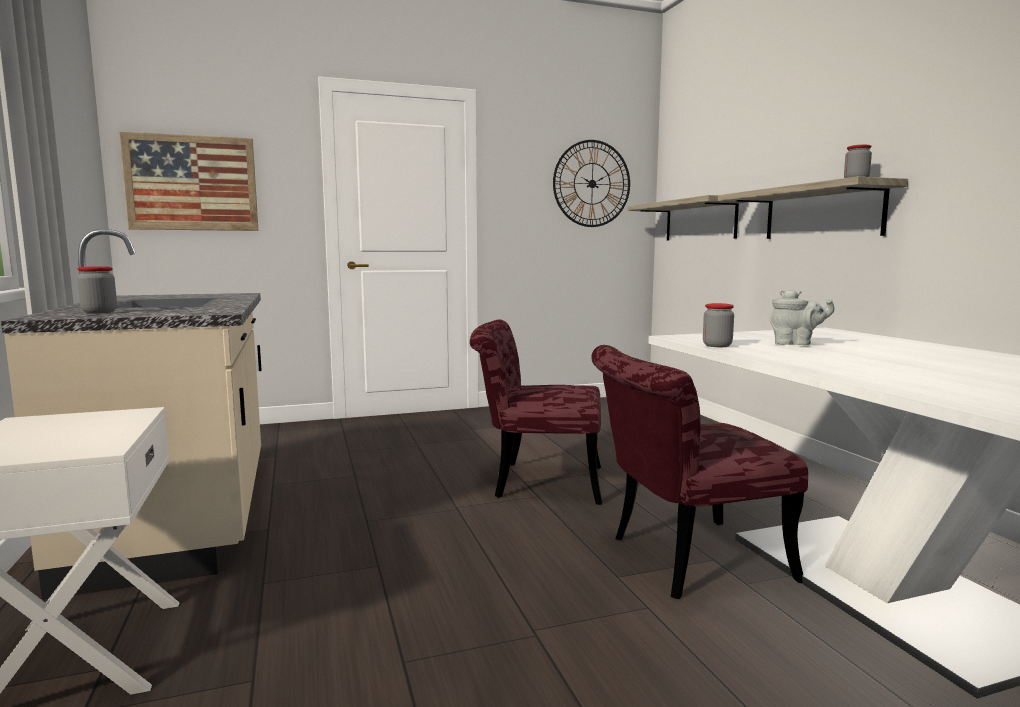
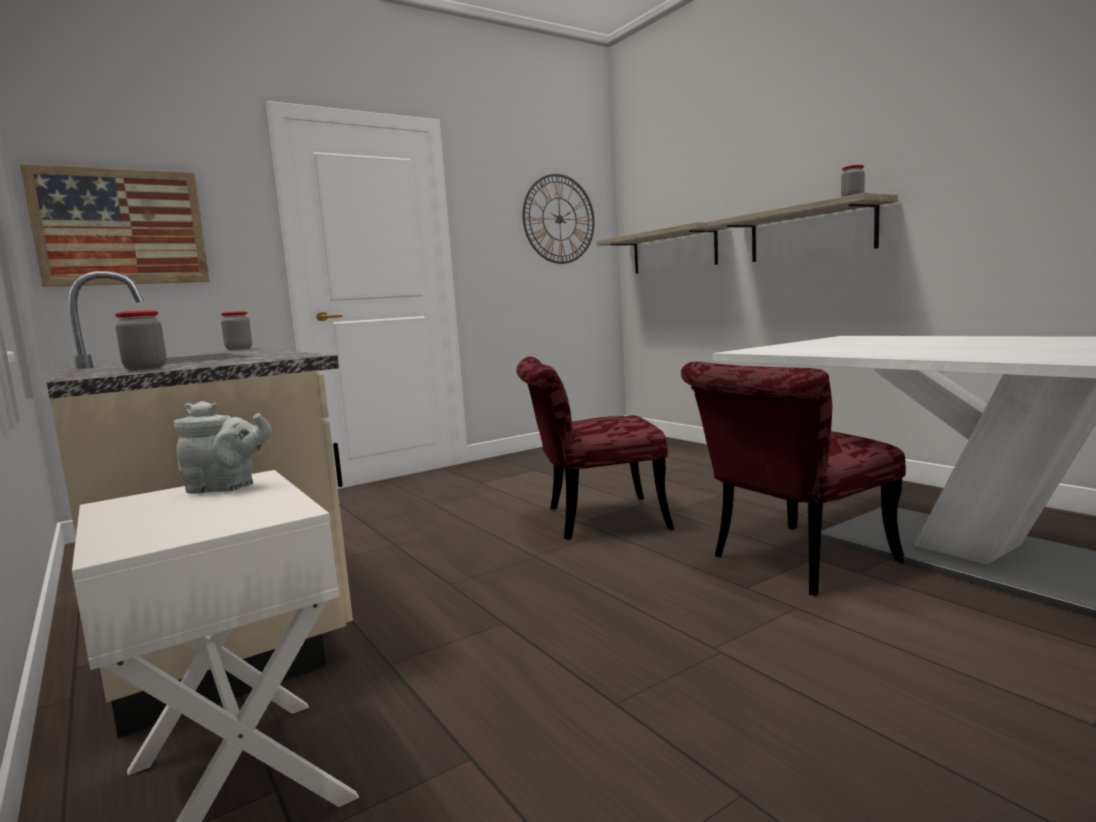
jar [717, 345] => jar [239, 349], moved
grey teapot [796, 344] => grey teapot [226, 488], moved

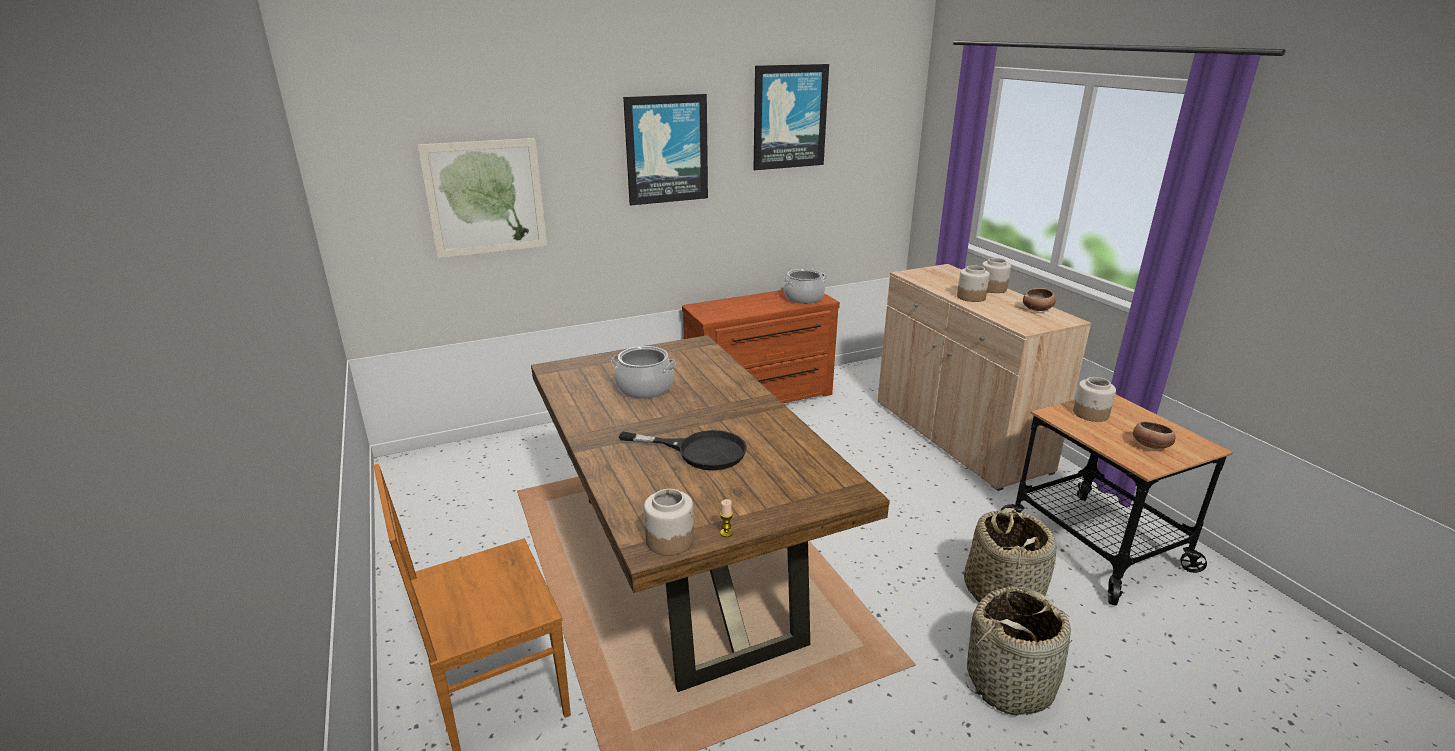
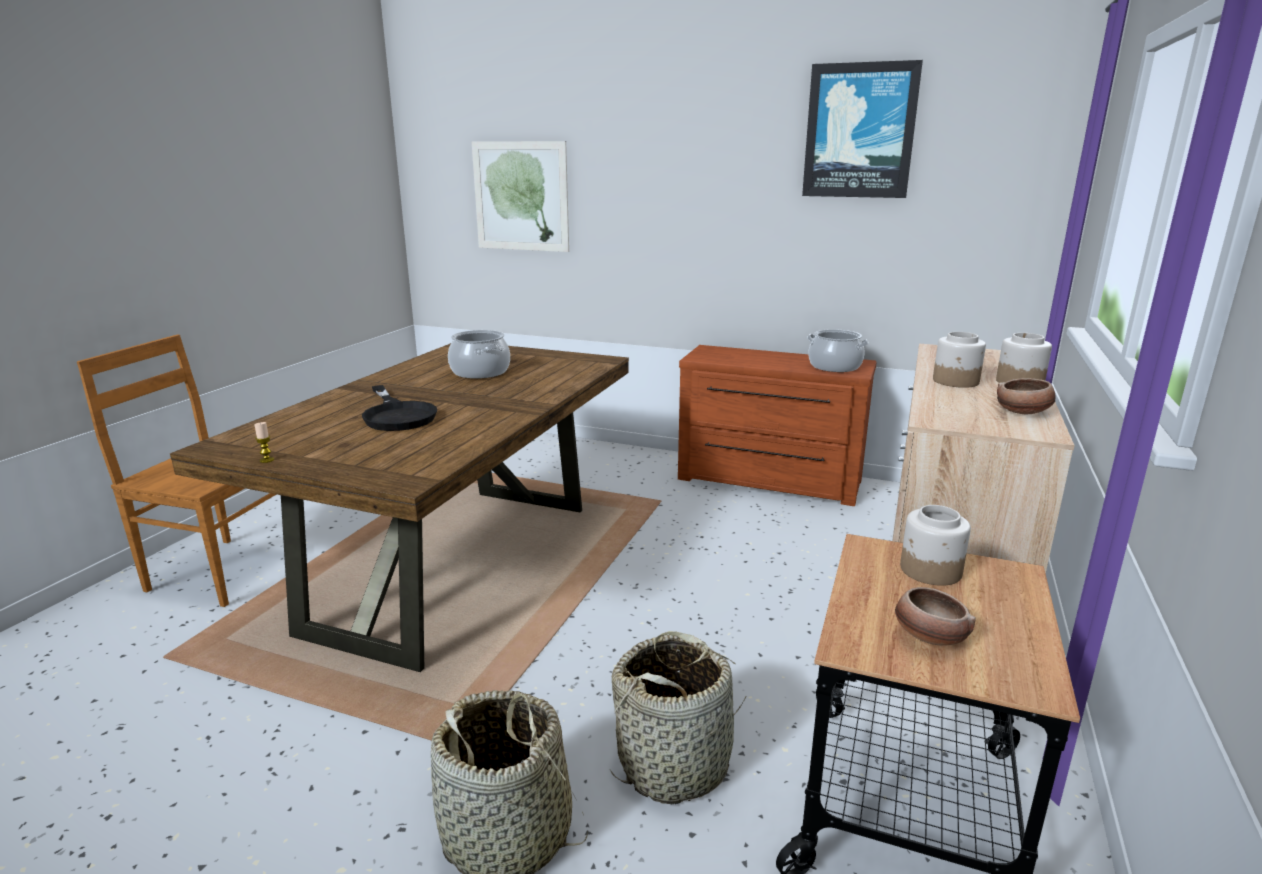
picture [666, 149] => nothing
jar [669, 540] => nothing

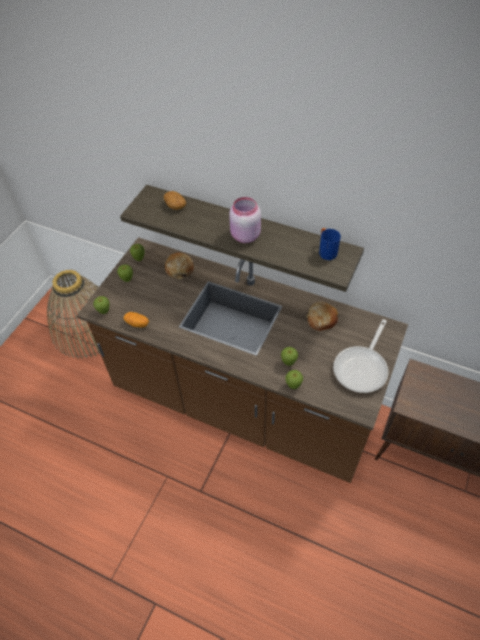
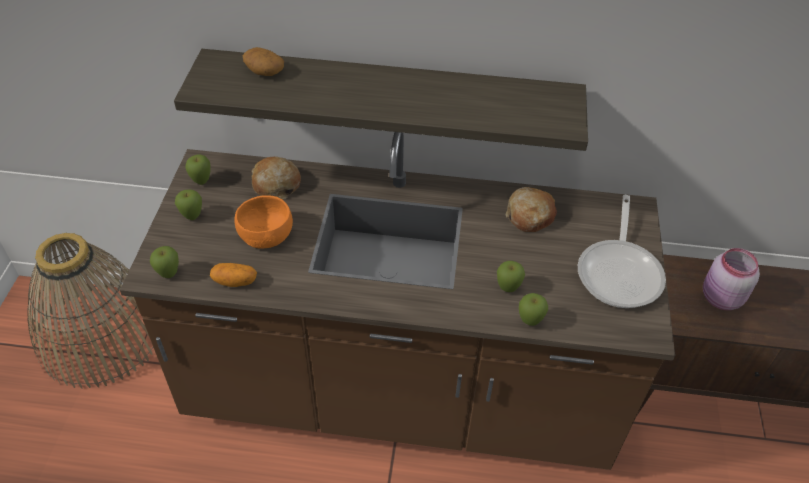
blue mug [326, 251] => nothing
nothing => orange bowl [266, 235]
pink jar [244, 236] => pink jar [720, 298], moved

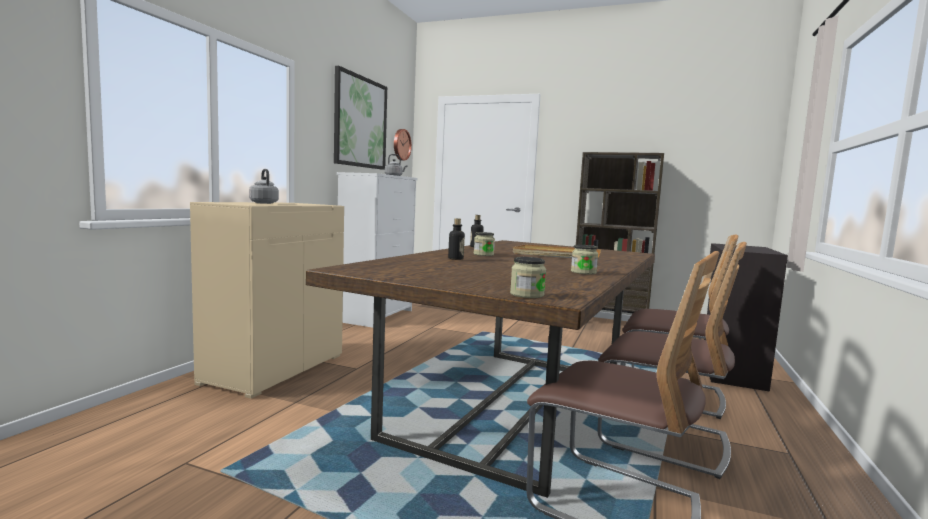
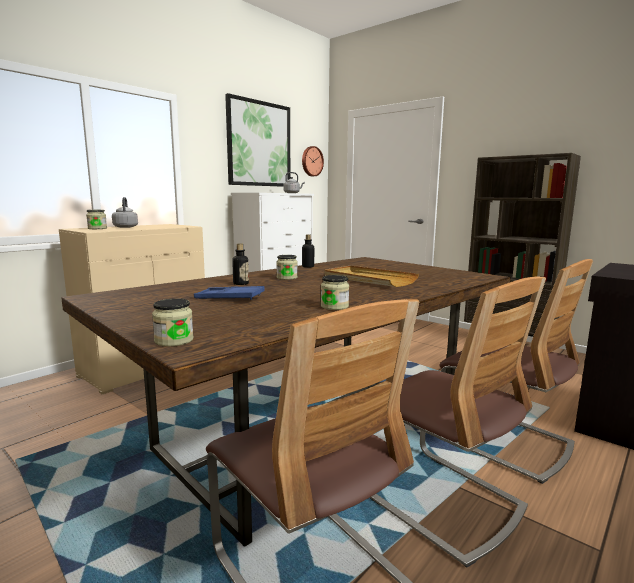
nothing => jar [97, 228]
nothing => blue tray [229, 298]

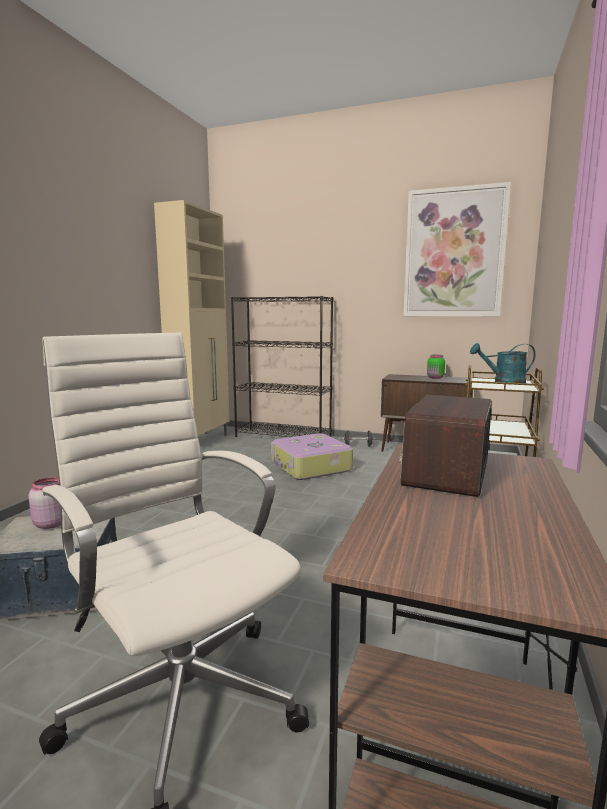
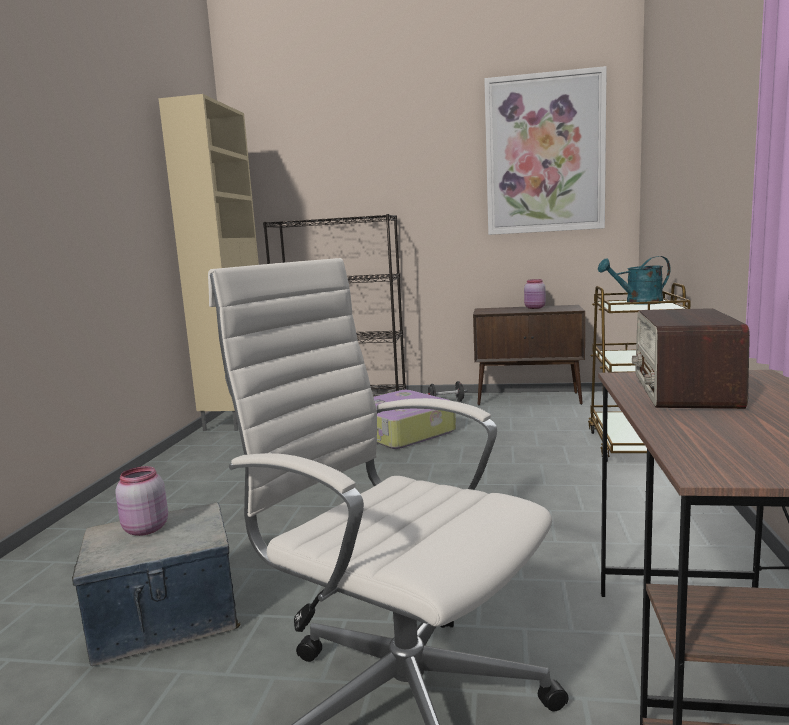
green jar [435, 377] => pink jar [535, 308]

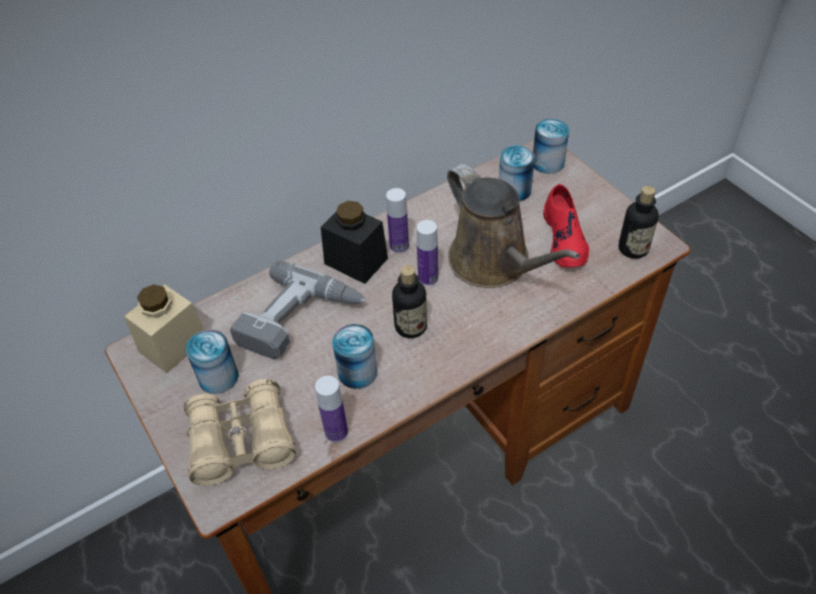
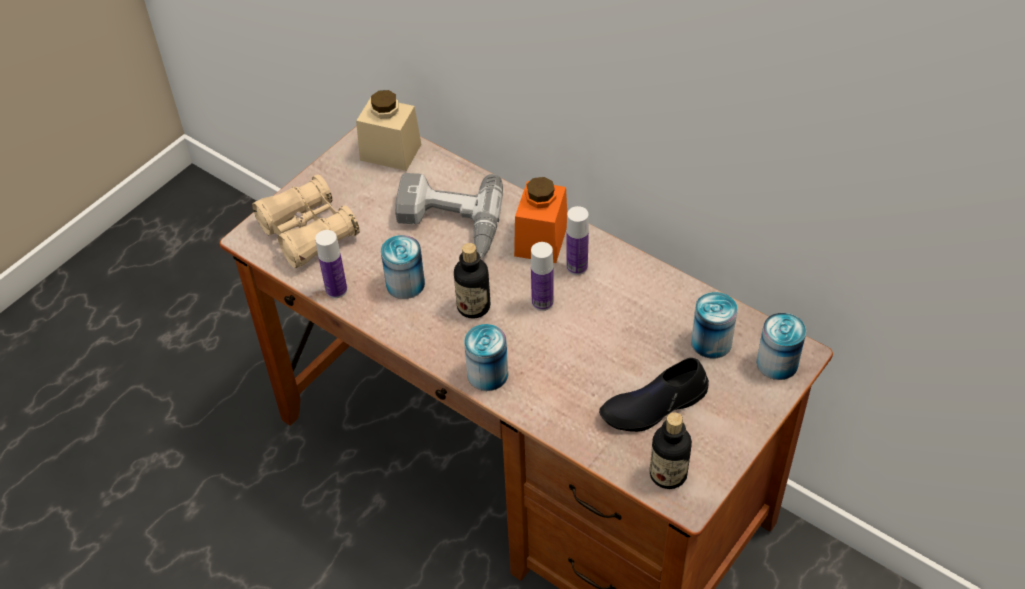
brown watering can [494, 263] => nothing
can [218, 377] => can [487, 374], moved
black jar [356, 261] => orange jar [541, 240]
red shoe [564, 239] => black shoe [654, 405]

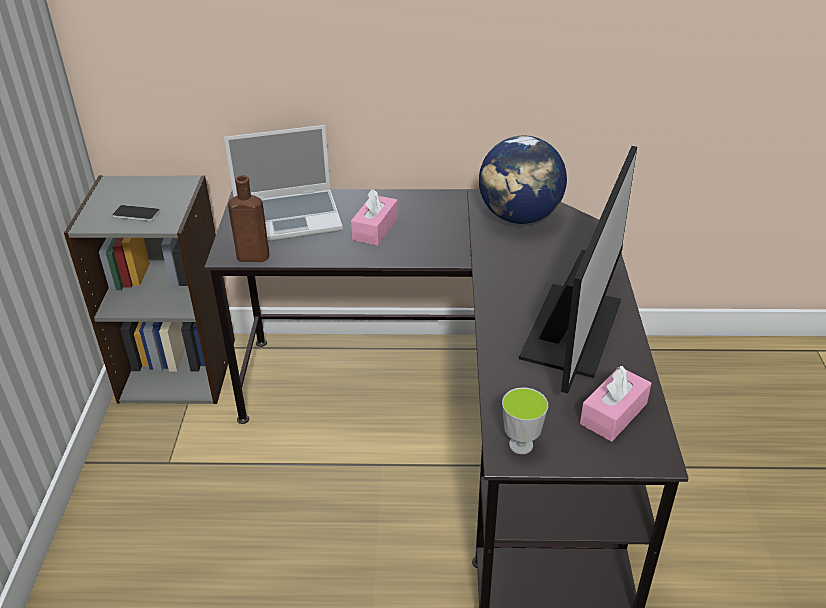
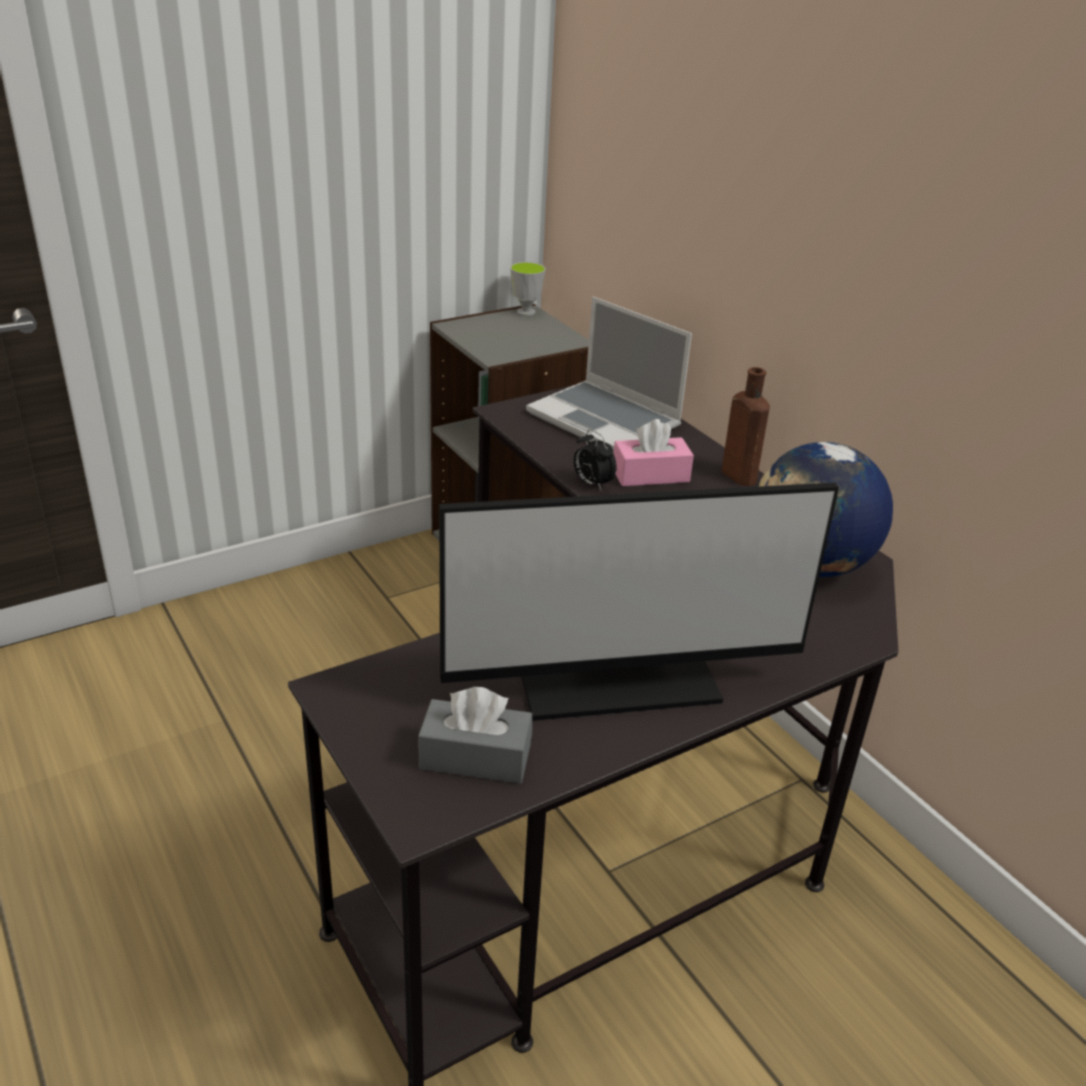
phone [136, 214] => nothing
nothing => alarm clock [591, 484]
brown bottle [250, 257] => brown bottle [737, 474], moved
cup [521, 445] => cup [526, 312], moved
pink tissue box [613, 414] => grey tissue box [475, 757]

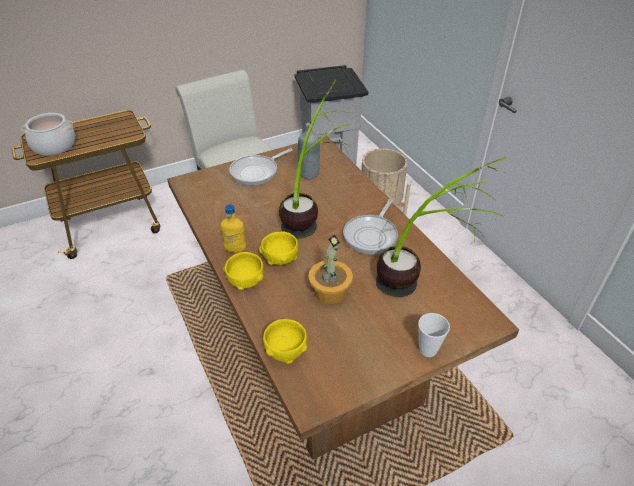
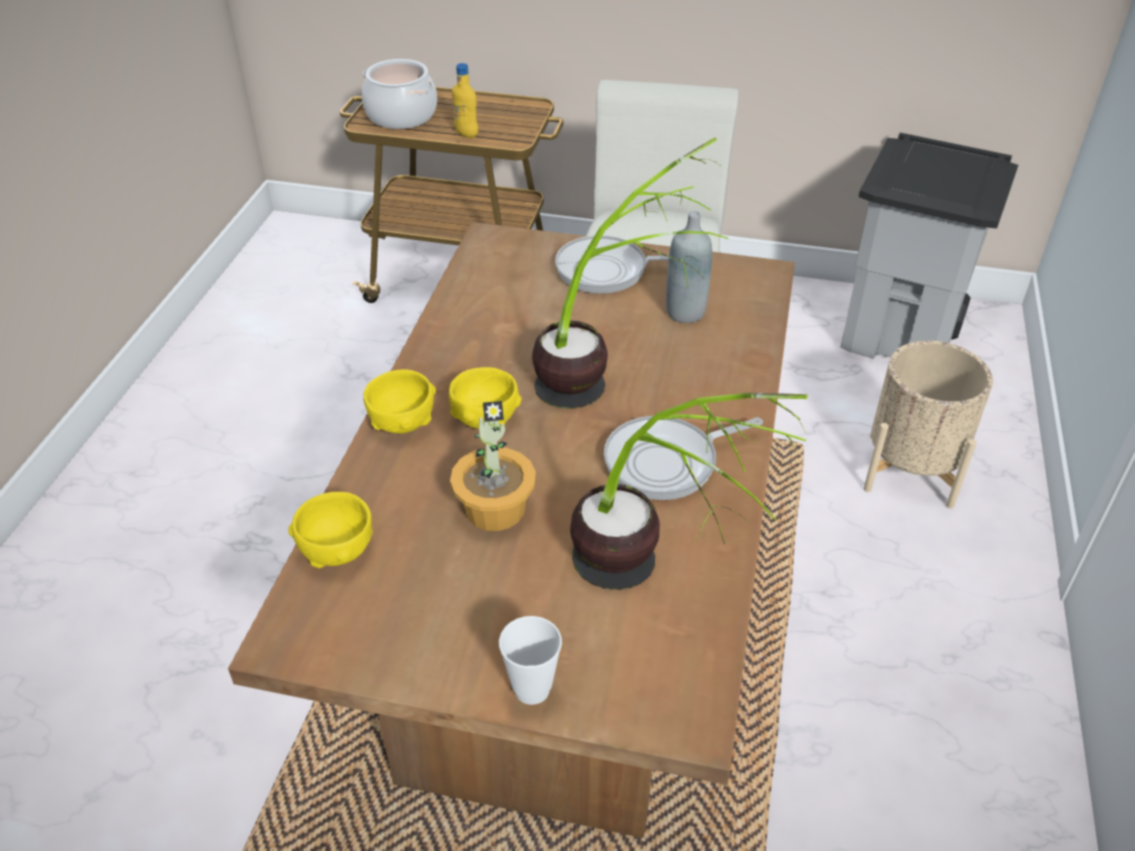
yellow bottle [235, 250] => yellow bottle [466, 134], moved

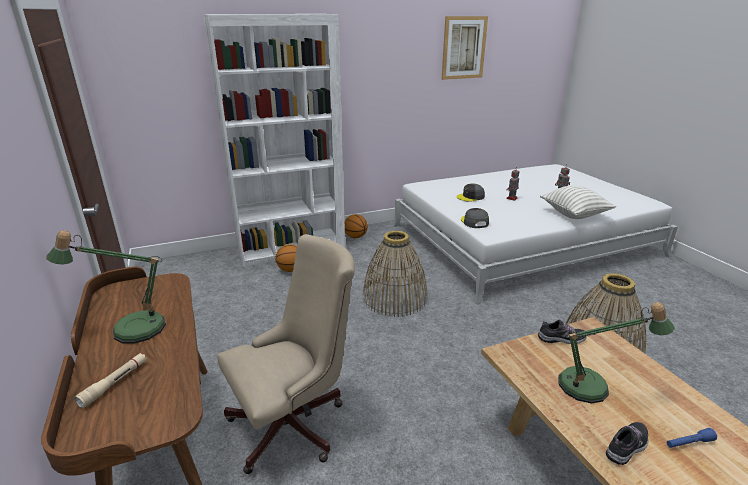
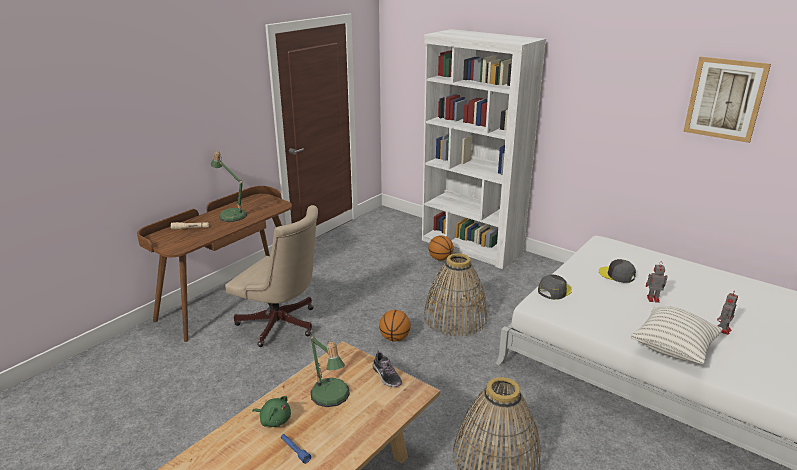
basketball [355, 237] => basketball [395, 338], moved
shoe [627, 446] => green plush toy [274, 420]

